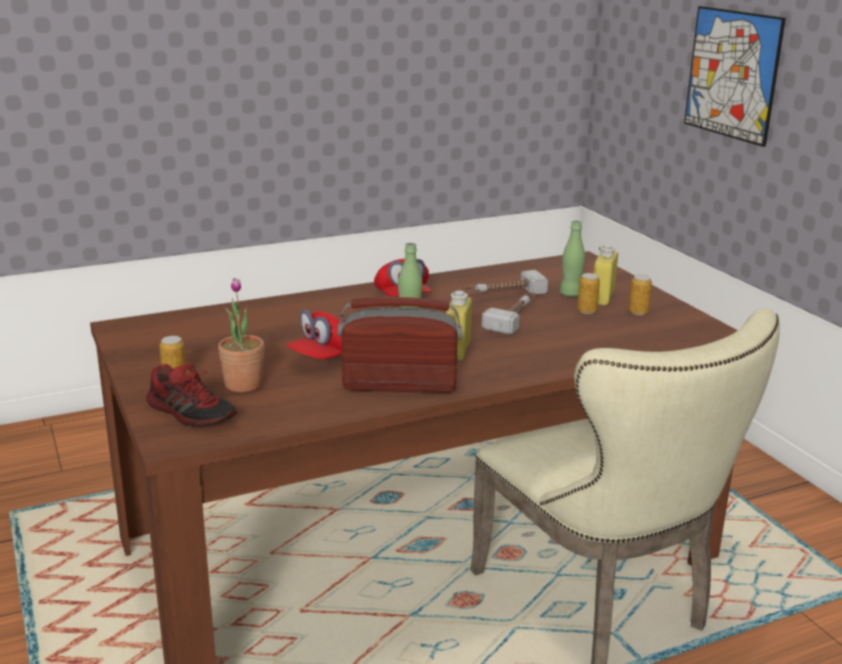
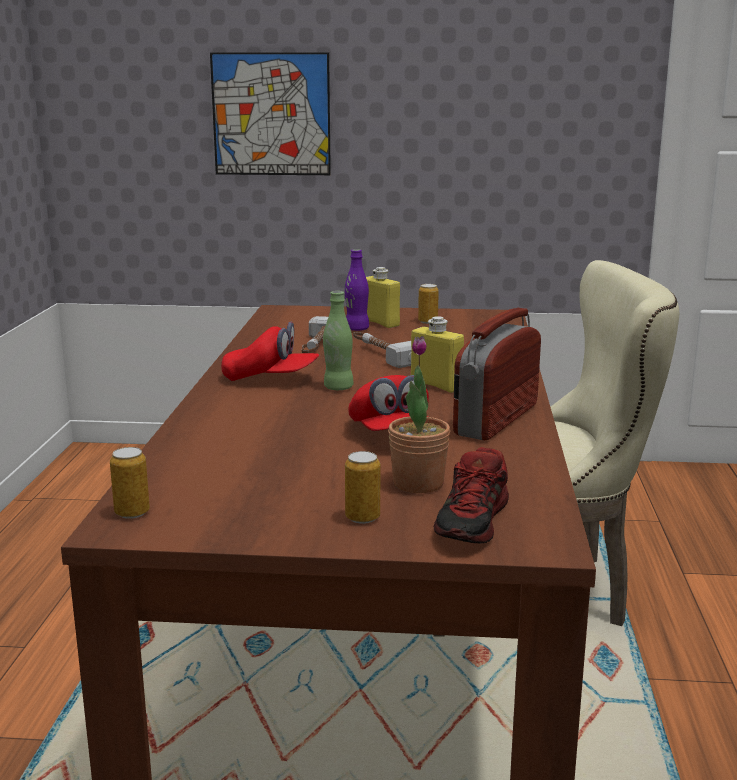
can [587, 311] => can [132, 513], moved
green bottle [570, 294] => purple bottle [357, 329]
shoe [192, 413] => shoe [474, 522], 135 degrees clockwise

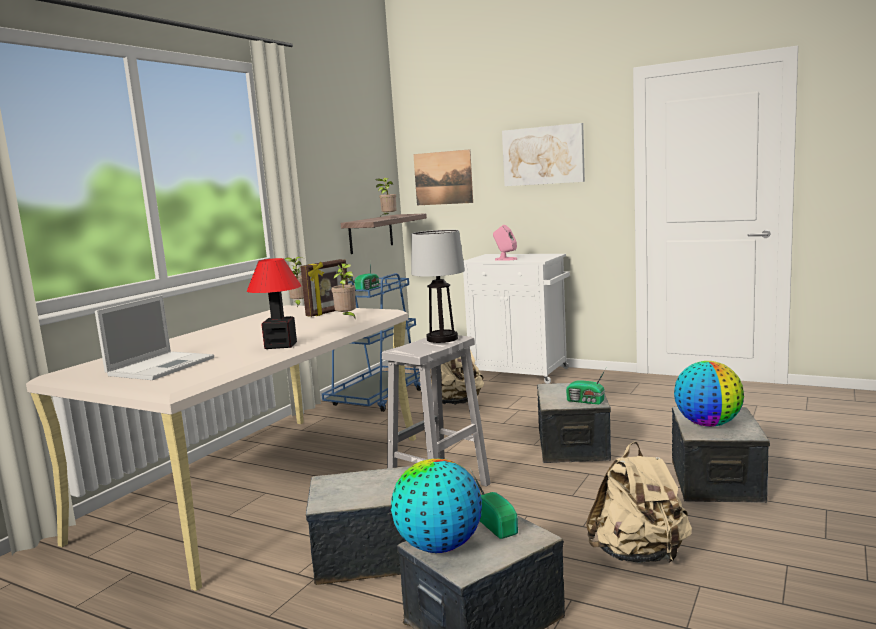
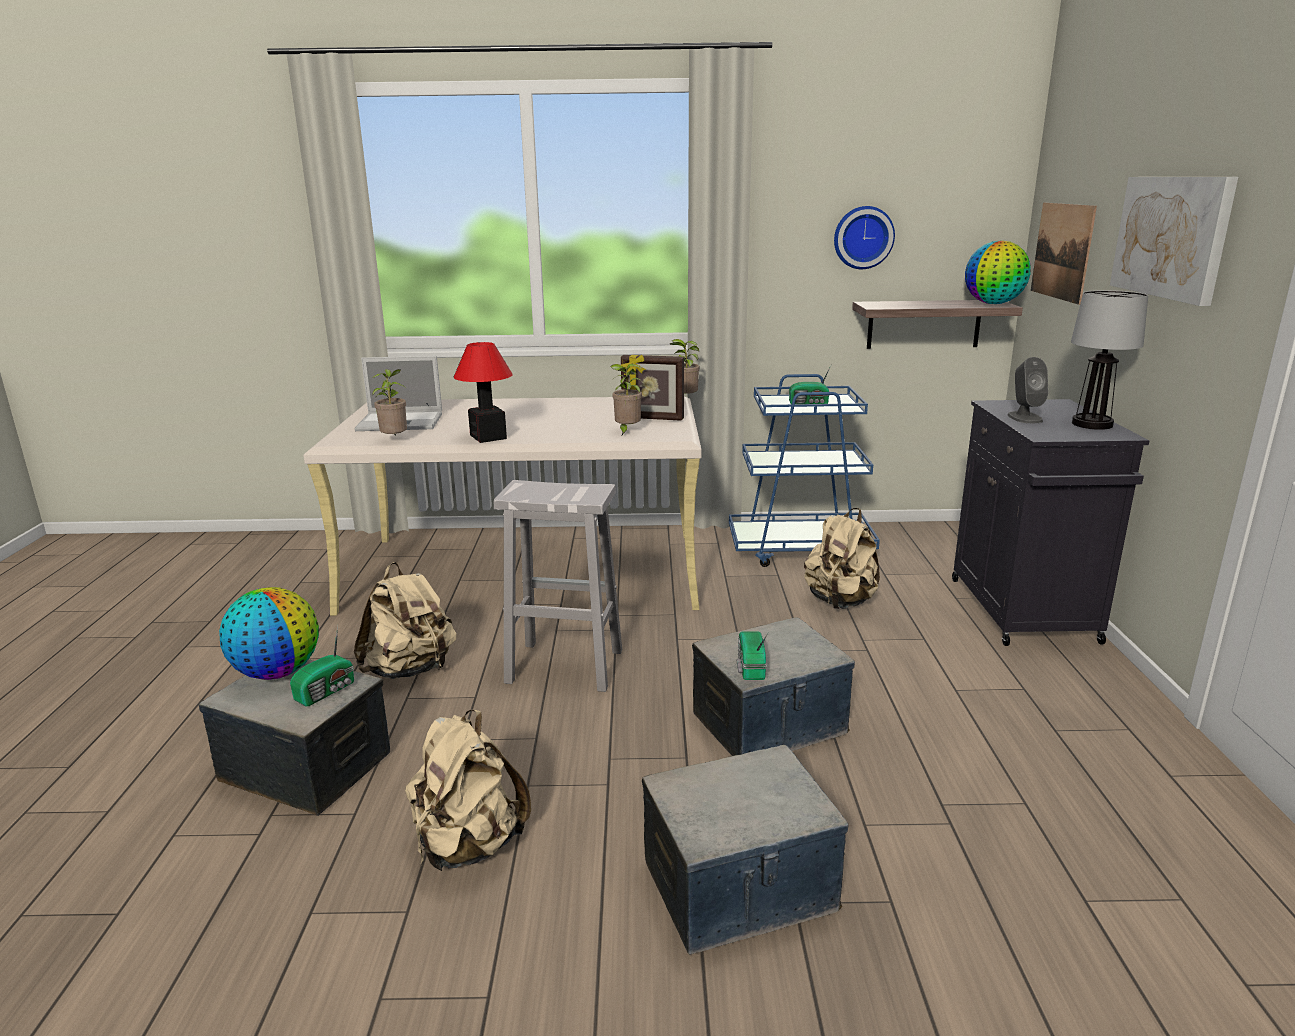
nothing => wall clock [863, 237]
potted plant [388, 217] => potted plant [395, 440], moved
table lamp [443, 339] => table lamp [1092, 424], moved
globe [708, 424] => globe [993, 304], moved
storage box [369, 555] => beige backpack [410, 670]
white cabinet [520, 373] => black cabinet [1024, 612]
pink speaker [505, 259] => grey speaker [1024, 417]

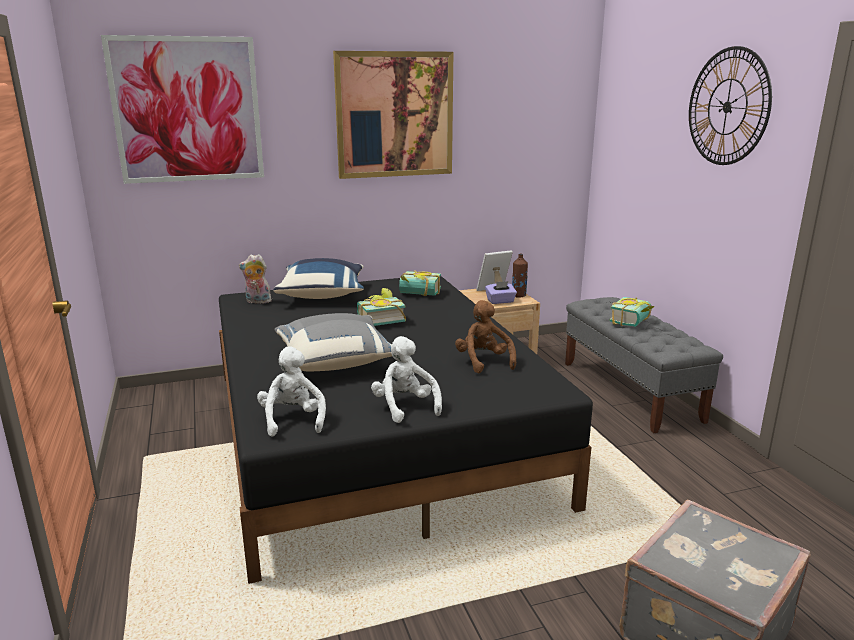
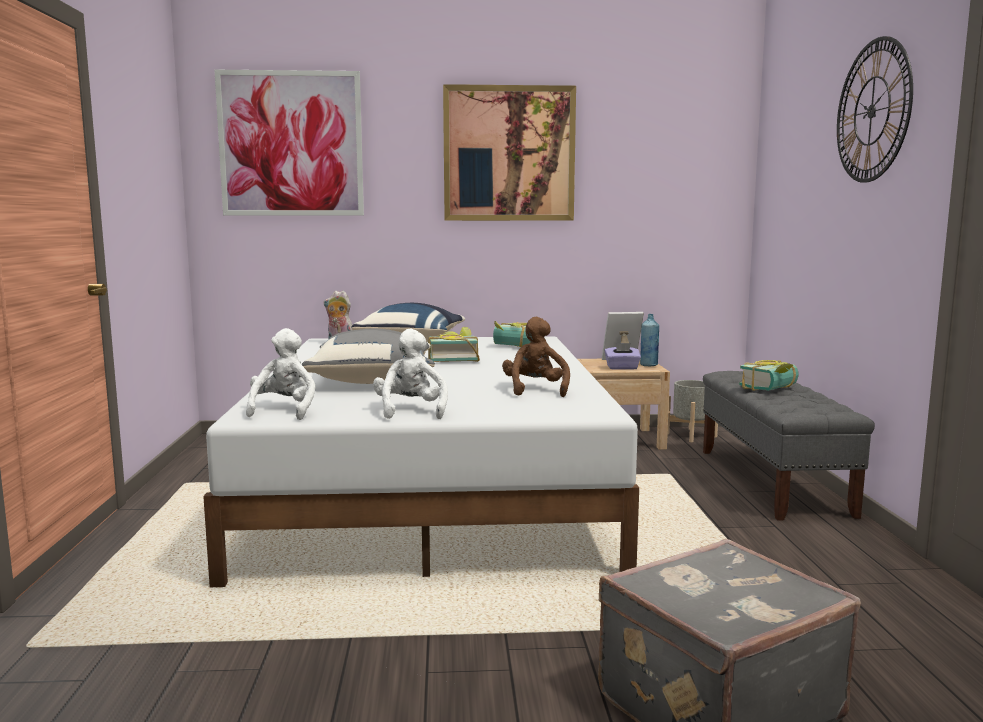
nothing => grey planter [690, 435]
black bed [373, 433] => white bed [432, 488]
brown bottle [518, 295] => blue bottle [649, 365]

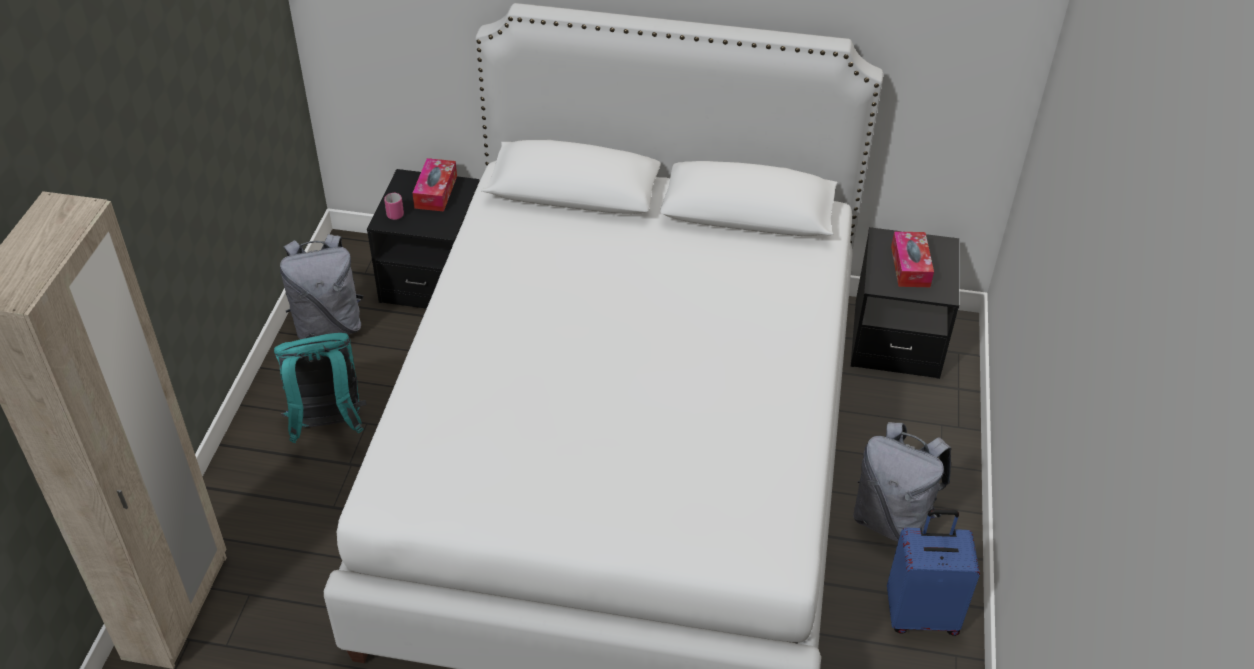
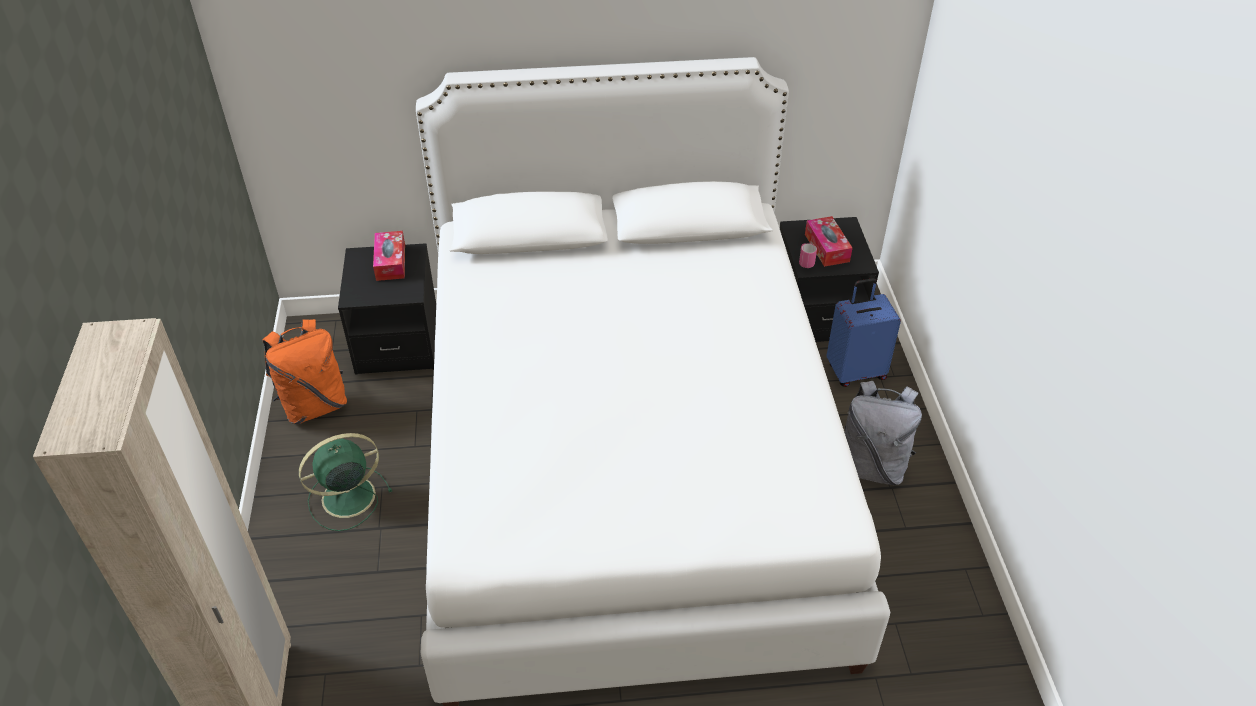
pink mug [395, 213] => pink mug [805, 262], moved
blue suitcase [921, 614] => blue suitcase [855, 371], moved
turquoise backpack [328, 426] => green fan [346, 498]
grey backpack [329, 325] => orange backpack [314, 405]

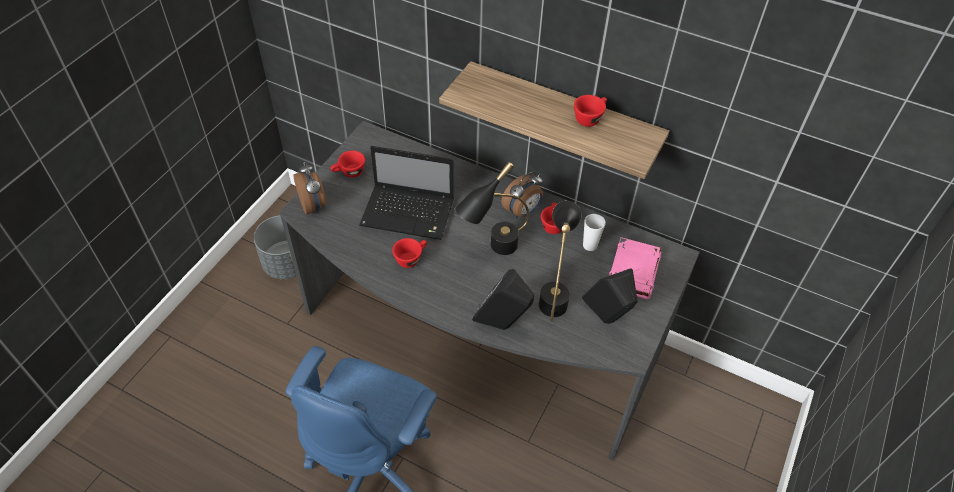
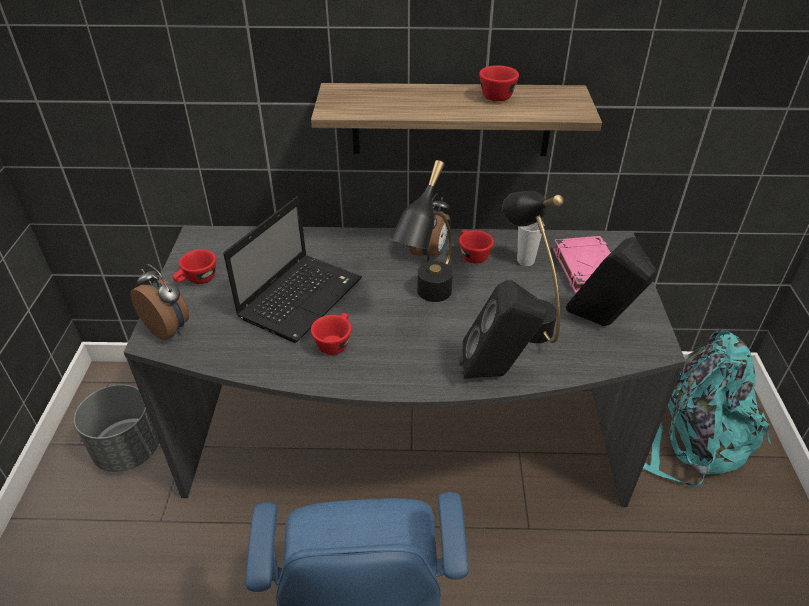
nothing => turquoise backpack [694, 435]
laptop [410, 213] => laptop [302, 297], 45 degrees counterclockwise

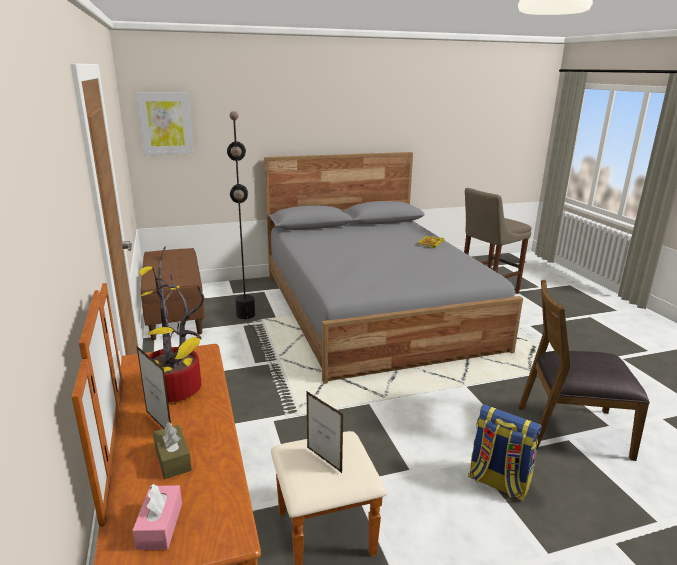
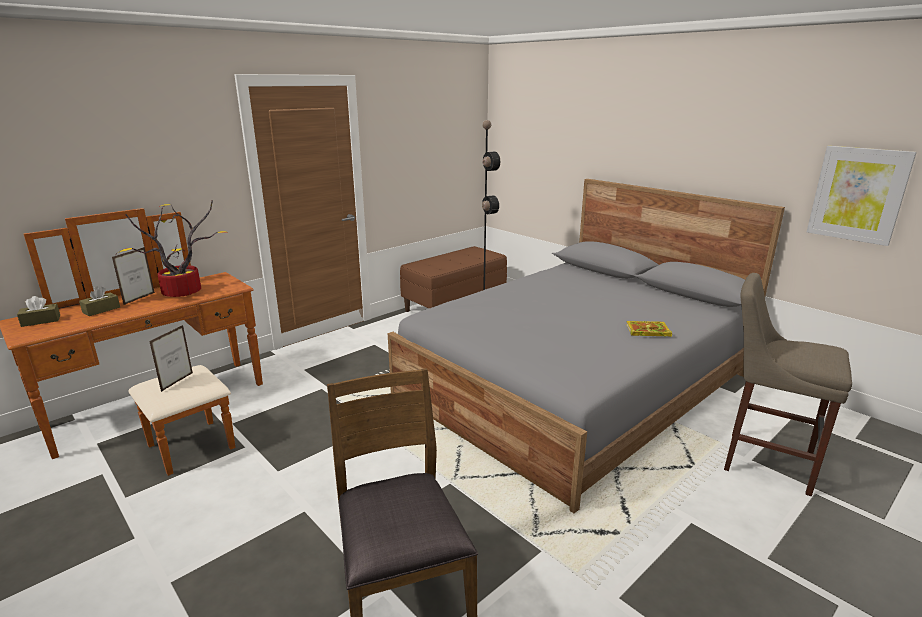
backpack [498, 482] => nothing
picture [165, 123] => picture [858, 194], moved
pink tissue box [160, 525] => brown tissue box [41, 321]

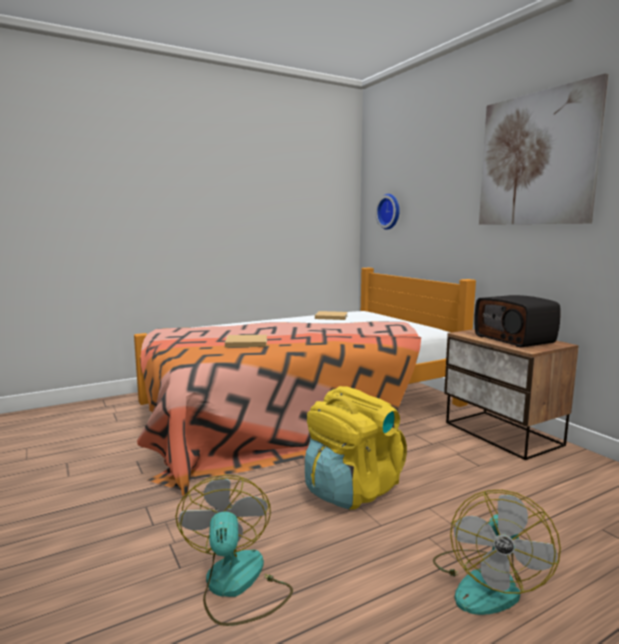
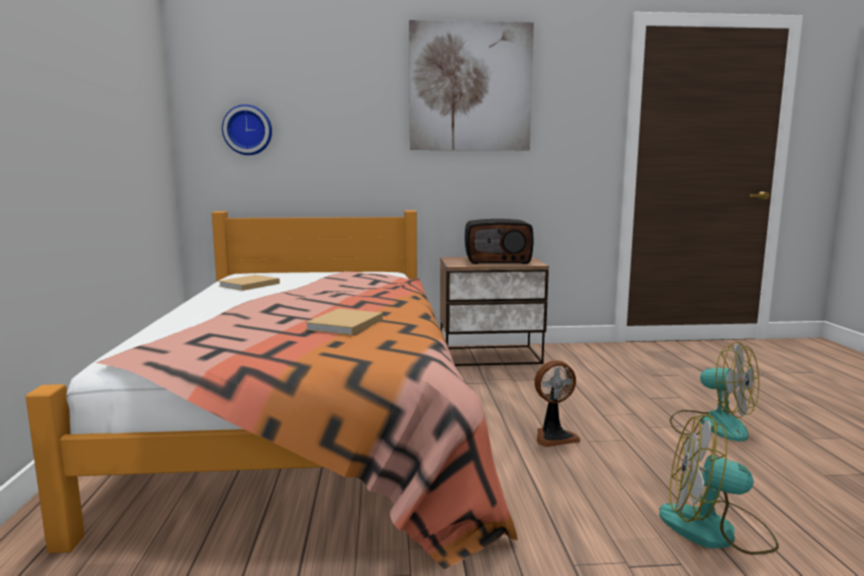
yellow backpack [352, 489] => fan [553, 436]

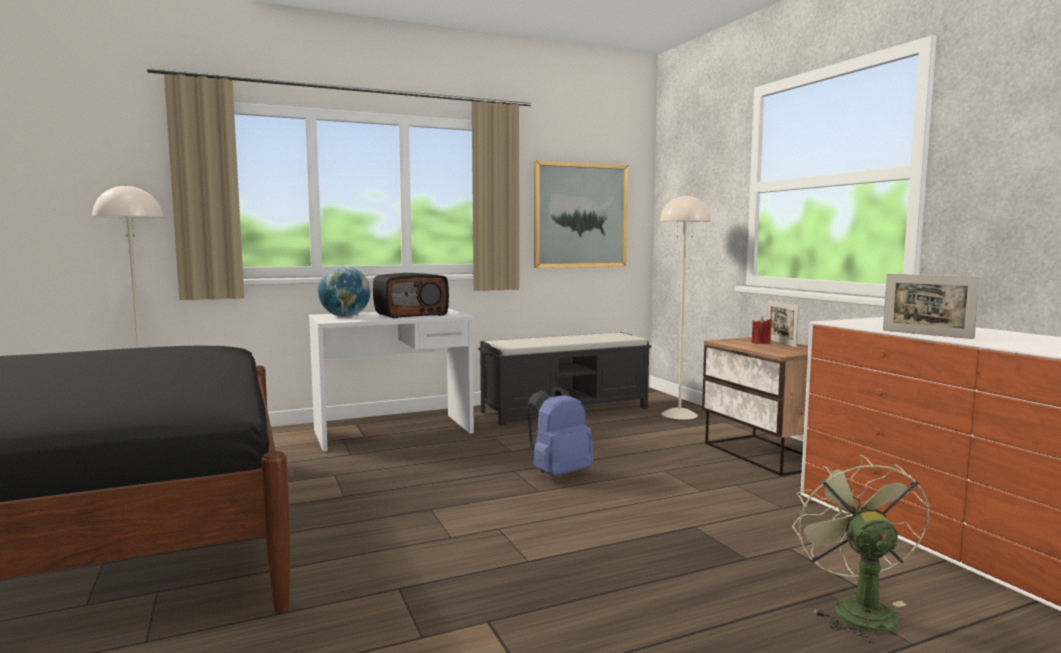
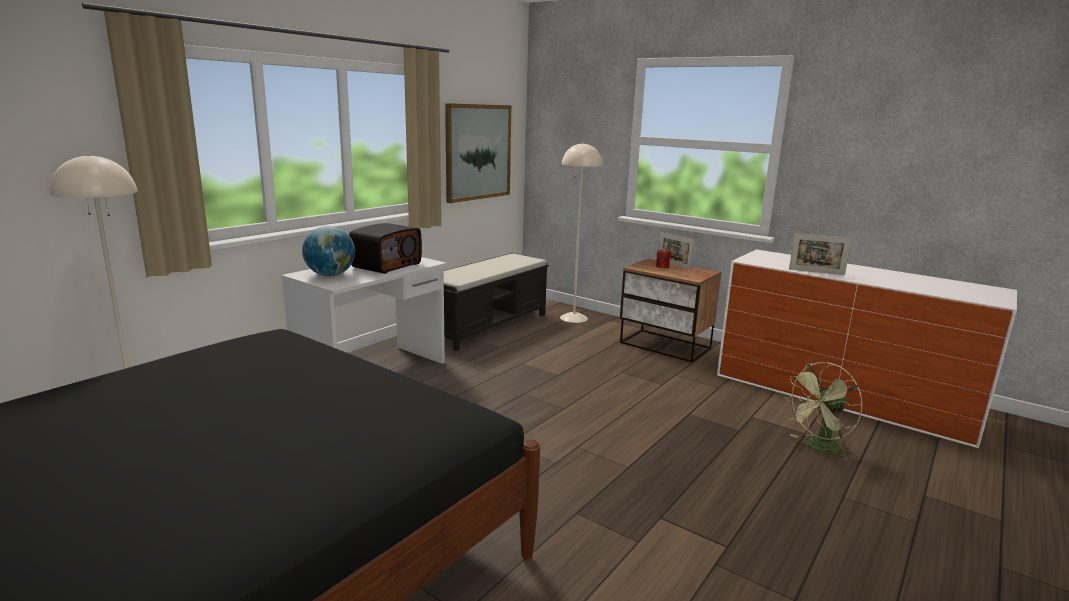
blue backpack [558, 474] => nothing
green fan [856, 608] => green fan [818, 448], 90 degrees counterclockwise

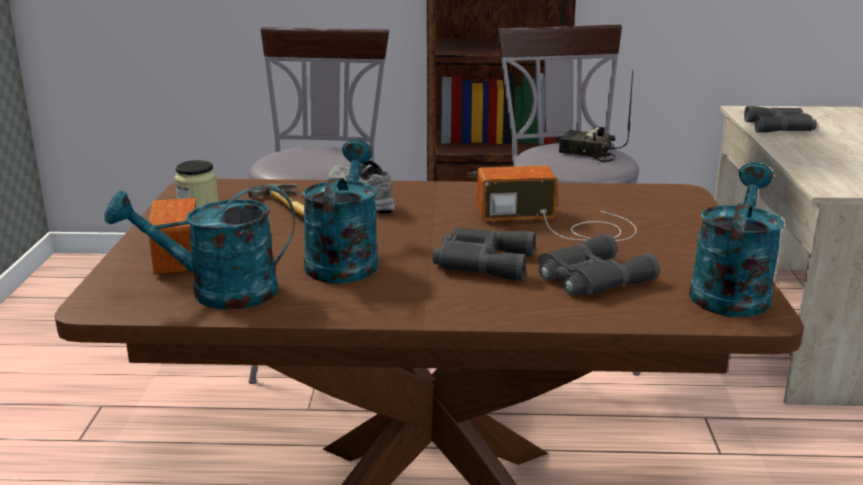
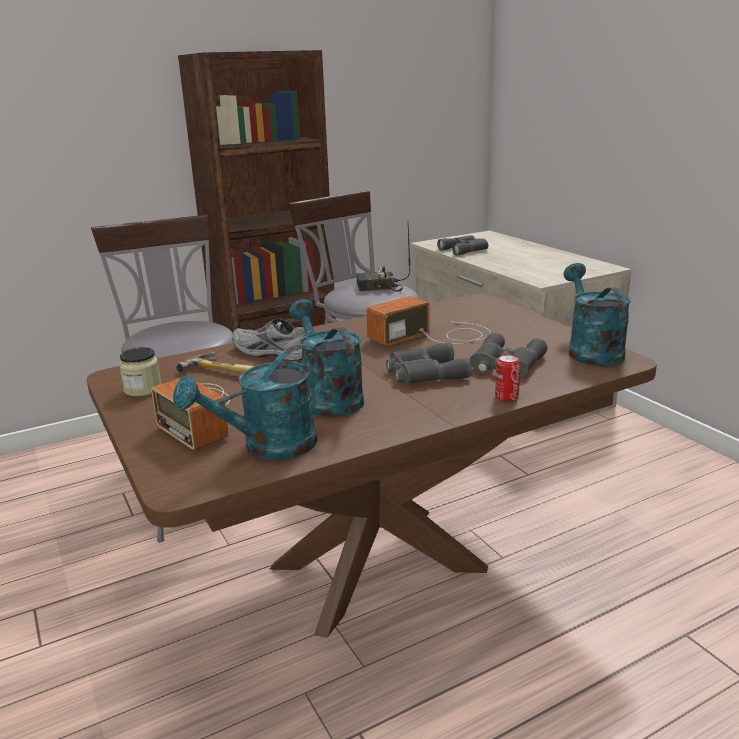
nothing => can [506, 396]

